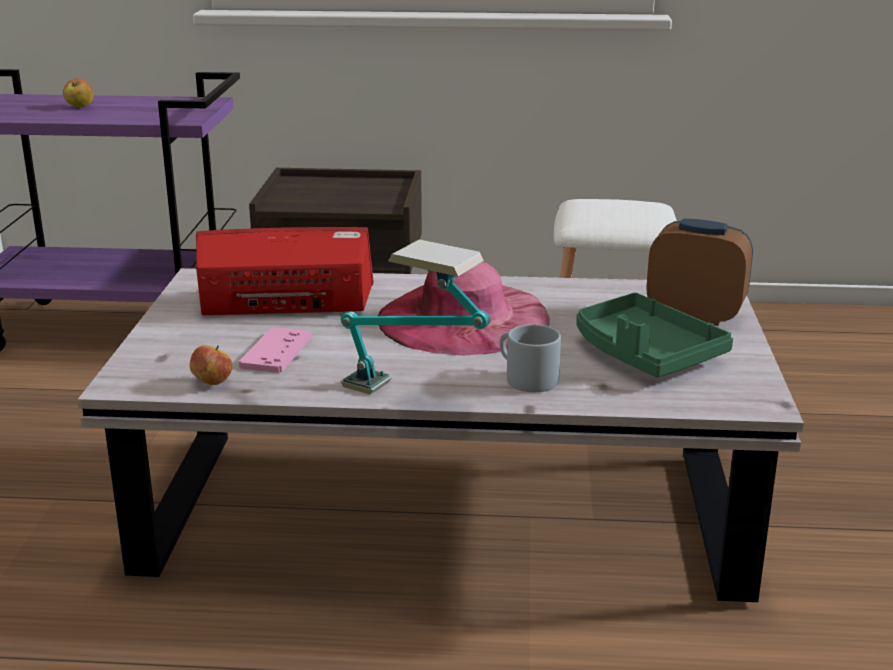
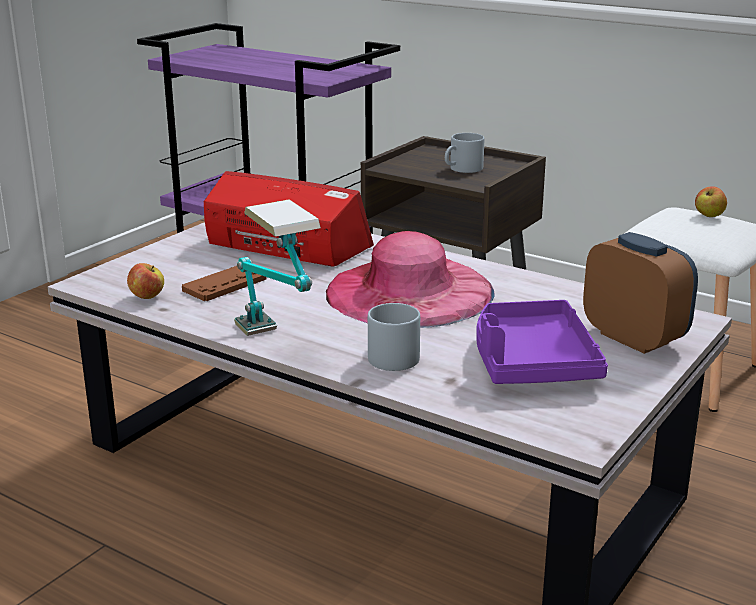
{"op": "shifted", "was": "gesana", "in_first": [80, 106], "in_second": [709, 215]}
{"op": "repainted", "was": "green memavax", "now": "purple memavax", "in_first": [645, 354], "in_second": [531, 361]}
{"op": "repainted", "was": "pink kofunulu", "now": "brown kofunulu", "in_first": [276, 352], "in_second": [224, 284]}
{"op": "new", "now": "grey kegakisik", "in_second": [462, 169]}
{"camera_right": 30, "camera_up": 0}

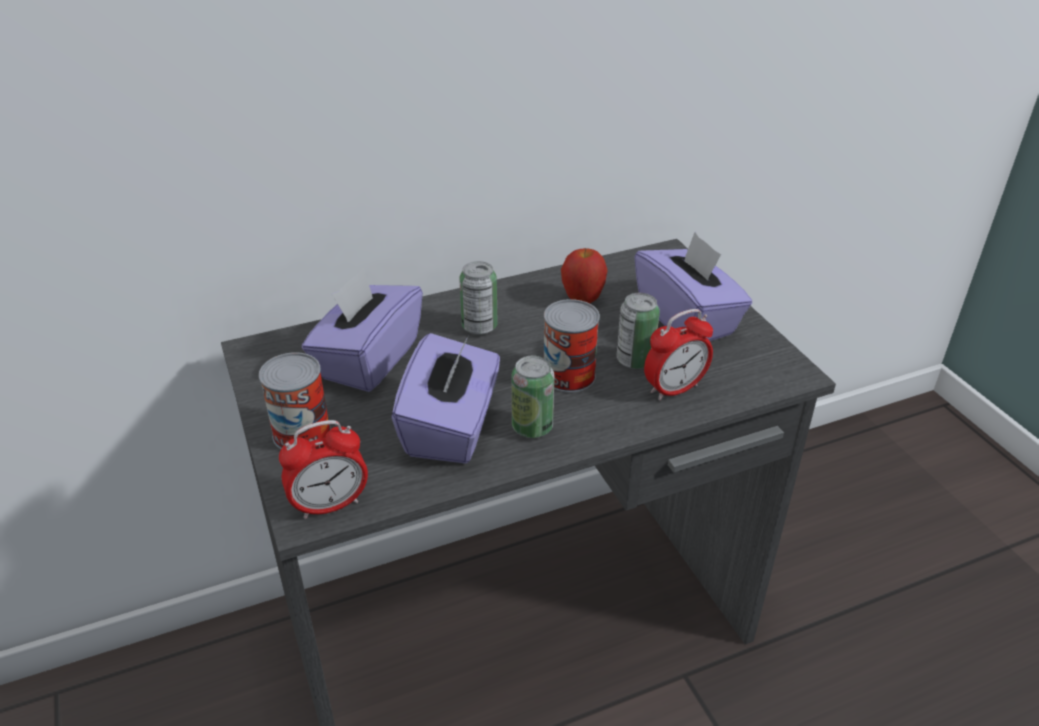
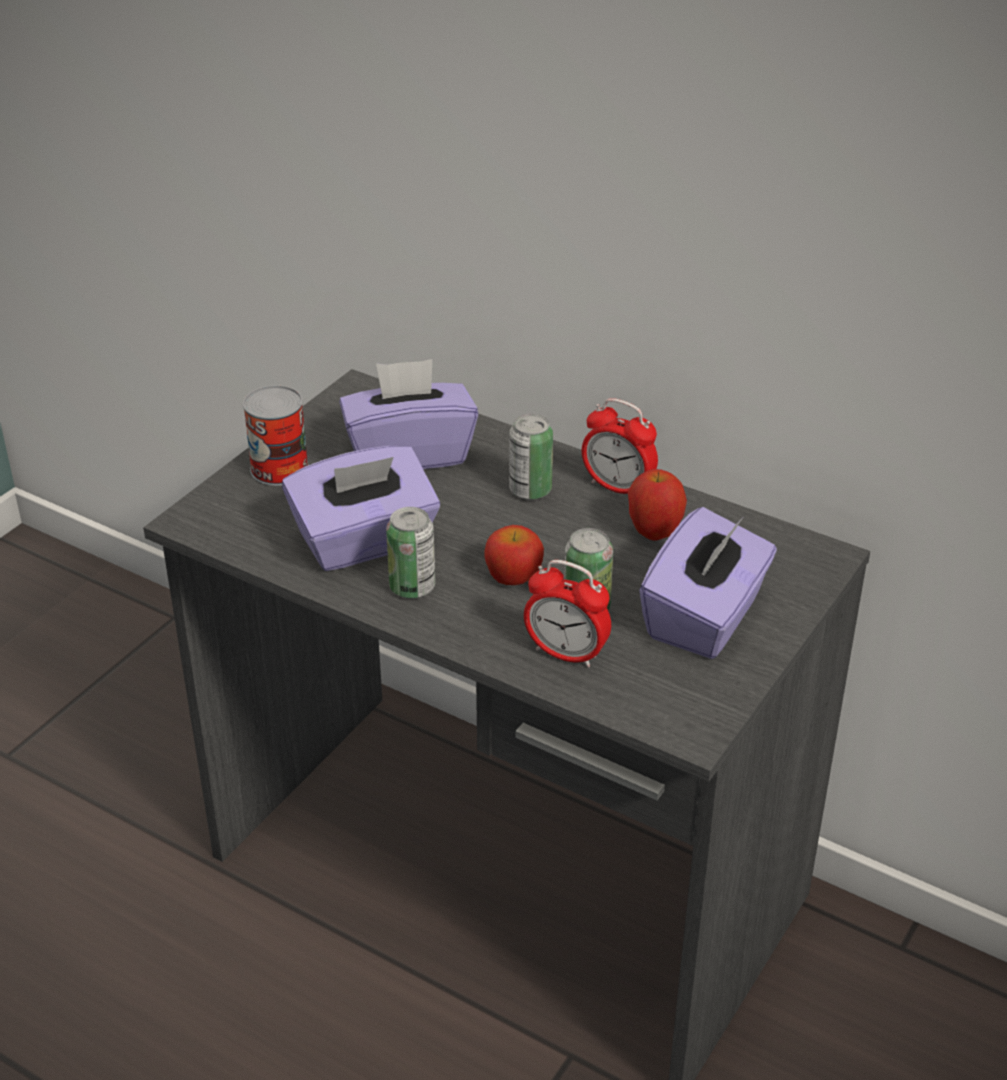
{"op": "swapped", "was": "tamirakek", "now": "gesana", "in_first": [569, 375], "in_second": [514, 577]}
{"op": "shifted", "was": "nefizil", "in_first": [330, 505], "in_second": [618, 487]}
{"camera_right": 55, "camera_up": 0}

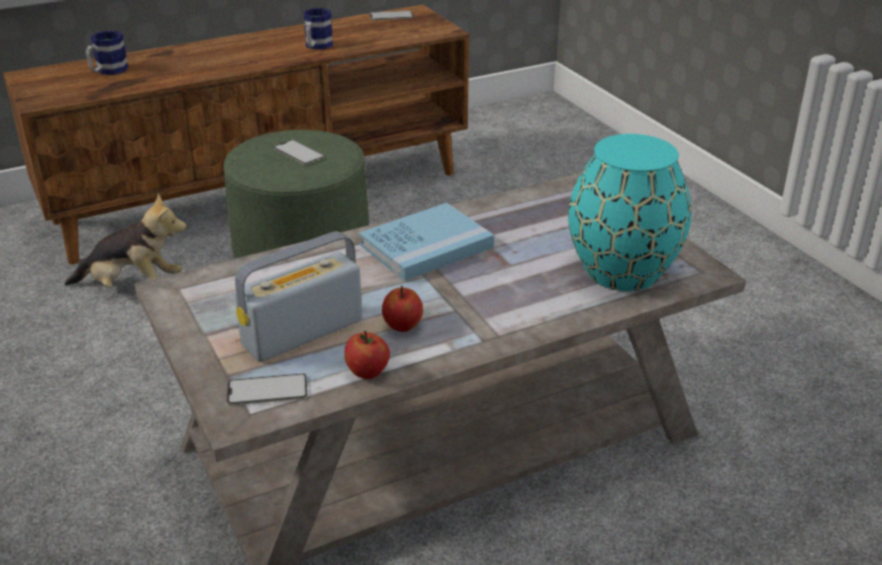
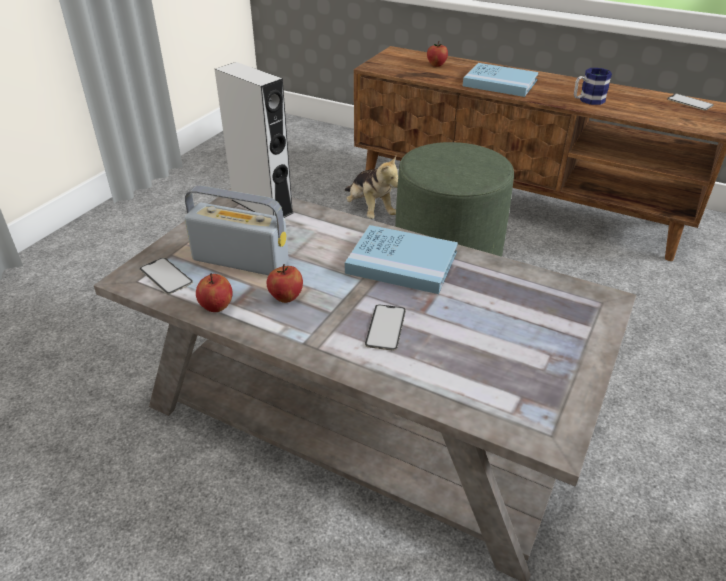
{"op": "swapped", "was": "kegakisik", "now": "gesana", "in_first": [107, 71], "in_second": [436, 65]}
{"op": "gone", "was": "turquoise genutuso", "in_first": [621, 272]}
{"op": "shifted", "was": "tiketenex", "in_first": [298, 153], "in_second": [385, 327]}
{"op": "new", "now": "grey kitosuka", "in_second": [262, 206]}
{"op": "new", "now": "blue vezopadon", "in_second": [500, 83]}
{"camera_right": 55, "camera_up": 5}

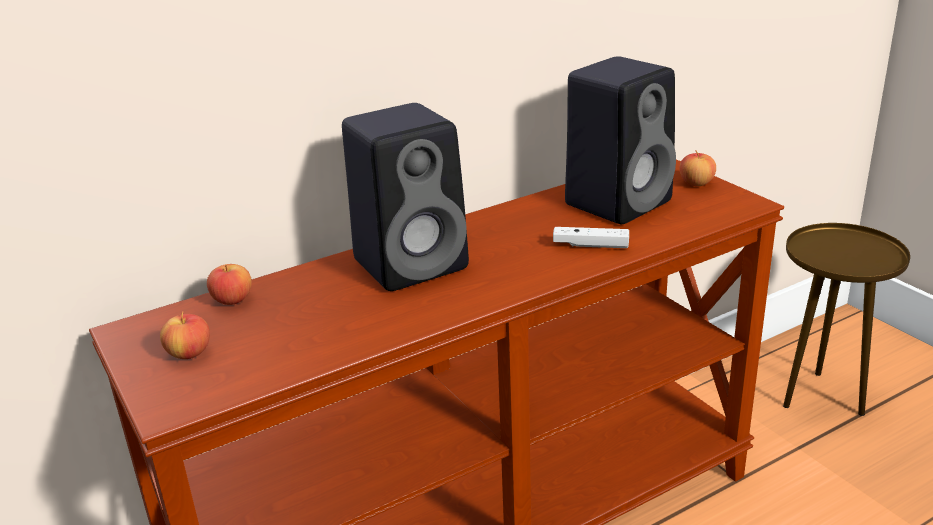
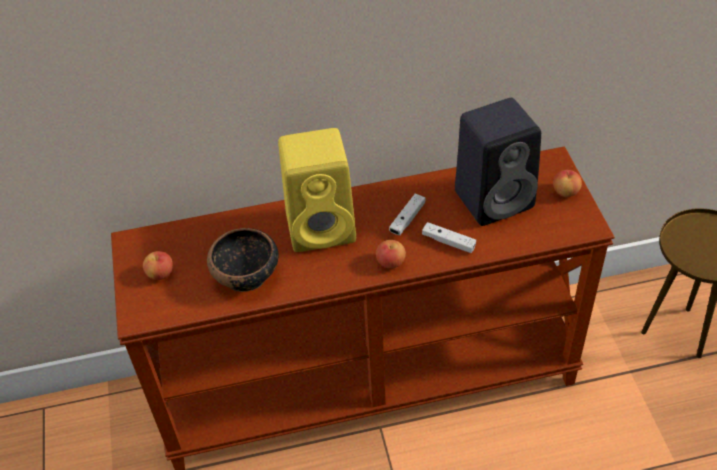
{"op": "repainted", "was": "black kitosuka", "now": "yellow kitosuka", "in_first": [413, 263], "in_second": [323, 226]}
{"op": "shifted", "was": "gesana", "in_first": [232, 300], "in_second": [390, 262]}
{"op": "new", "now": "white kofunulu", "in_second": [407, 219]}
{"op": "new", "now": "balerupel", "in_second": [246, 276]}
{"camera_right": 20, "camera_up": 20}

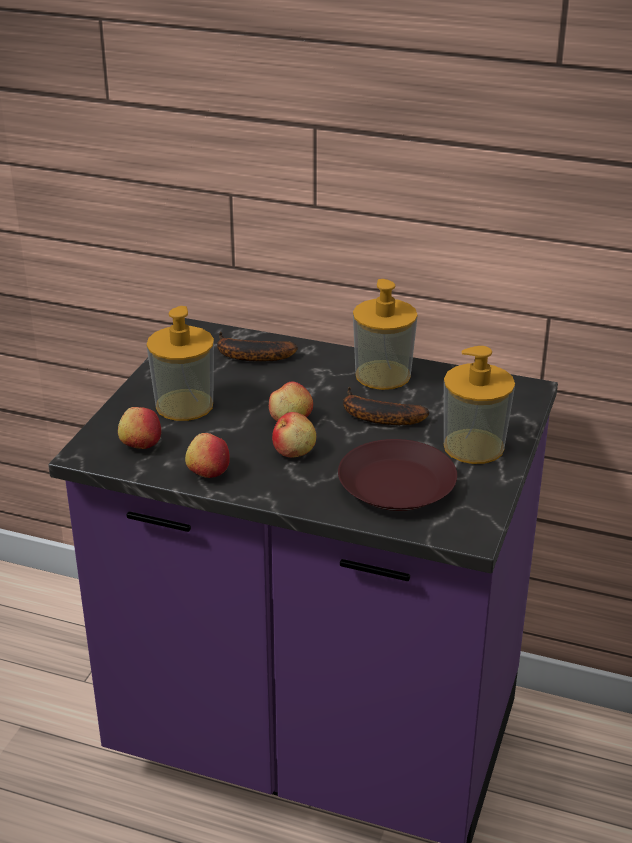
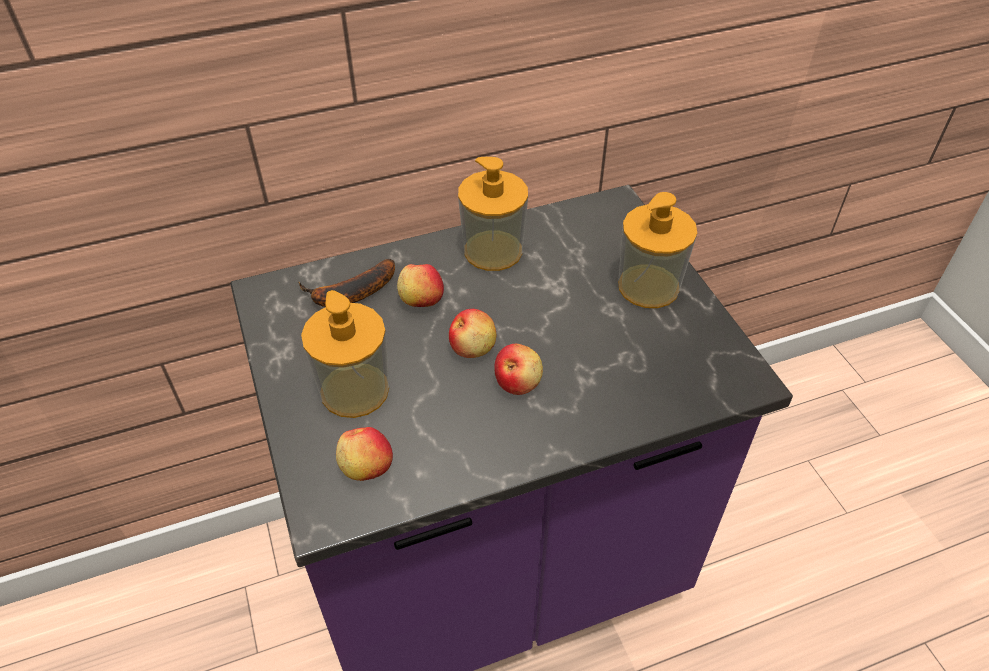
{"op": "gone", "was": "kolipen", "in_first": [375, 417]}
{"op": "shifted", "was": "gesana", "in_first": [208, 472], "in_second": [421, 299]}
{"op": "gone", "was": "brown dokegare", "in_first": [397, 484]}
{"camera_right": -40, "camera_up": 15}

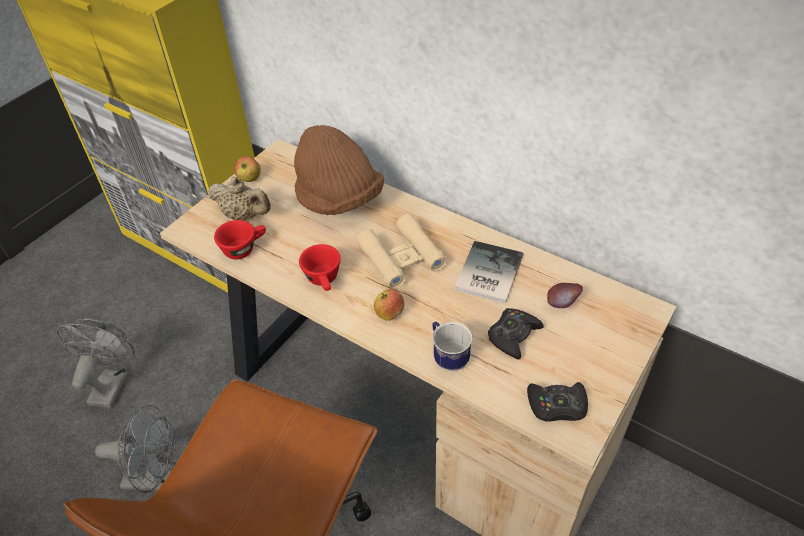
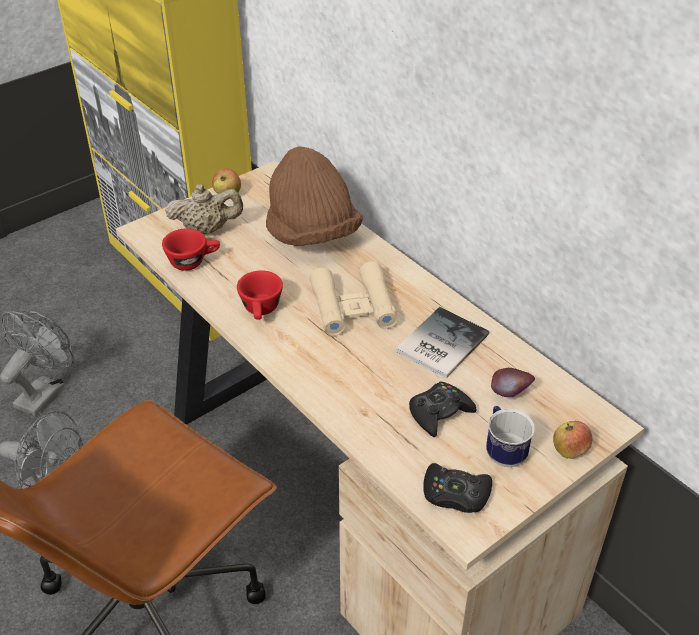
{"op": "rotated", "was": "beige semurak", "in_first": [244, 216], "in_second": [207, 230], "clockwise": -45}
{"op": "shifted", "was": "gesana", "in_first": [389, 314], "in_second": [569, 451]}
{"op": "shifted", "was": "kegakisik", "in_first": [448, 357], "in_second": [503, 451]}
{"camera_right": 15, "camera_up": -5}

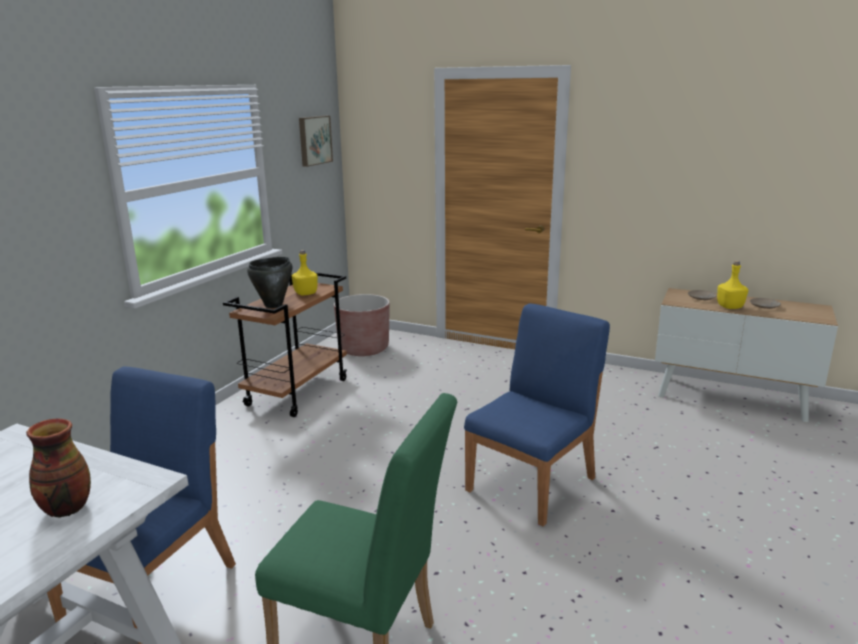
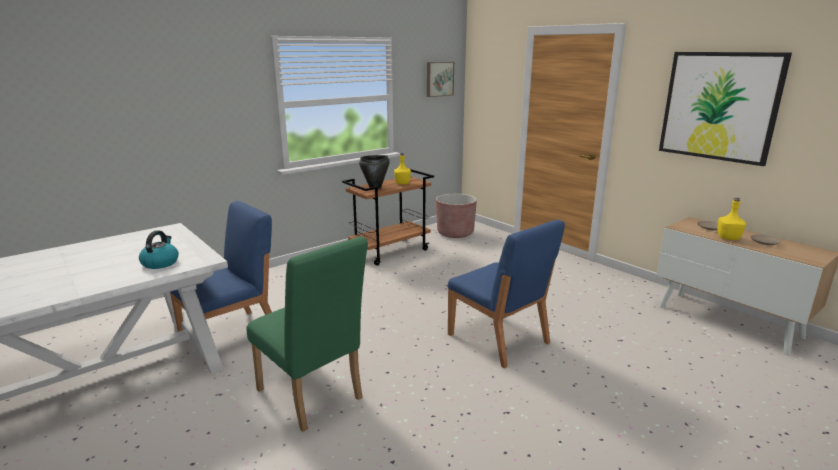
{"op": "rotated", "was": "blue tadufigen", "in_first": [532, 483], "in_second": [498, 339], "clockwise": 75}
{"op": "swapped", "was": "genutuso", "now": "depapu", "in_first": [65, 508], "in_second": [160, 263]}
{"op": "new", "now": "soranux", "in_second": [719, 106]}
{"camera_right": 25, "camera_up": 0}

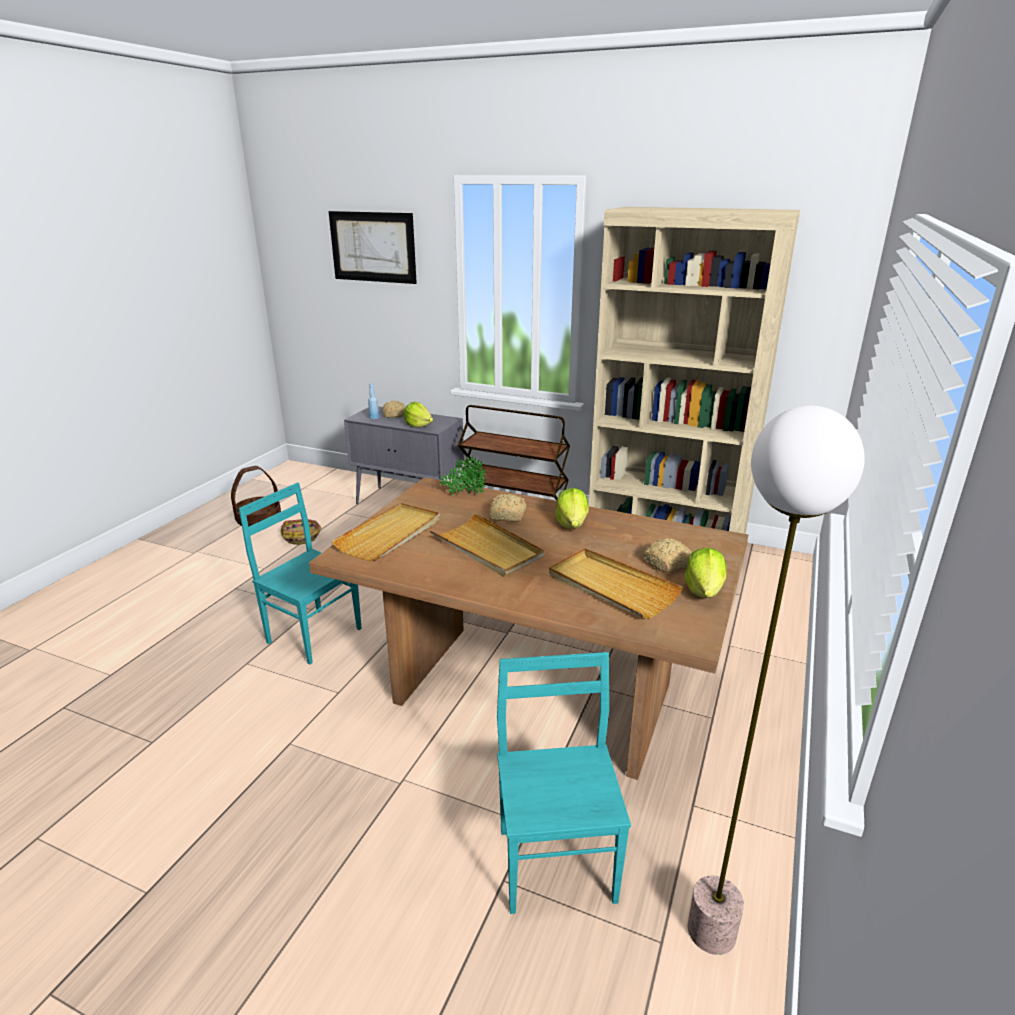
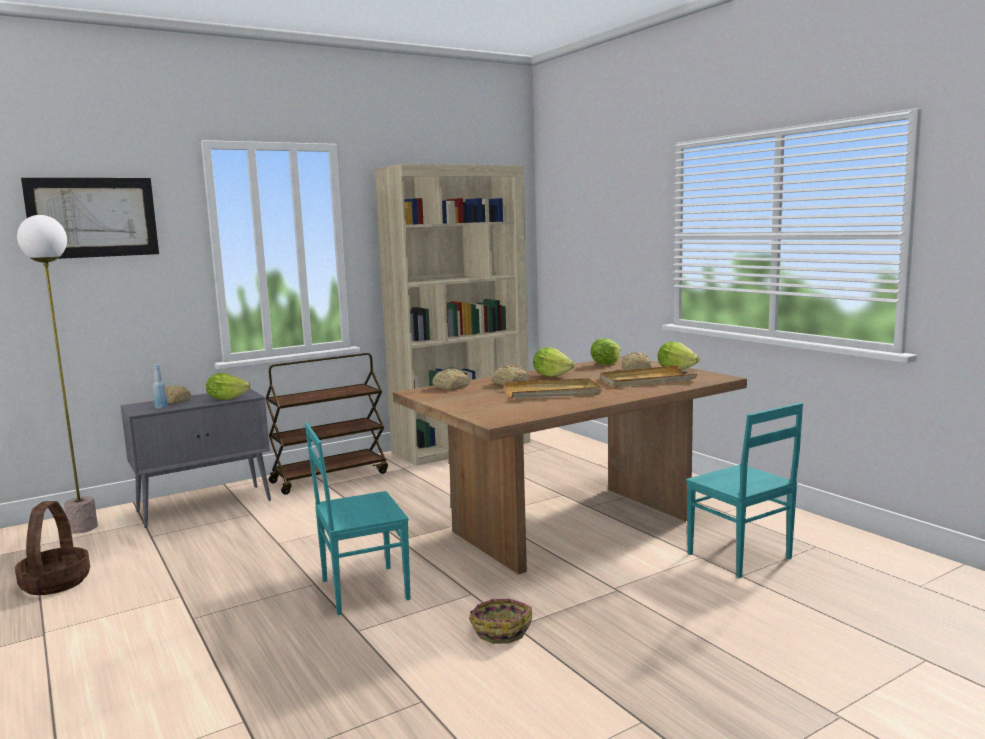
{"op": "shifted", "was": "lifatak", "in_first": [712, 932], "in_second": [83, 528]}
{"op": "swapped", "was": "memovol", "now": "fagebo", "in_first": [464, 494], "in_second": [451, 387]}
{"op": "gone", "was": "beige memavax", "in_first": [390, 535]}
{"op": "shifted", "was": "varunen", "in_first": [302, 537], "in_second": [500, 630]}
{"op": "rotated", "was": "turquoise tadufigen", "in_first": [558, 862], "in_second": [739, 557], "clockwise": -150}
{"op": "new", "now": "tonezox", "in_second": [605, 364]}
{"camera_right": -55, "camera_up": -15}

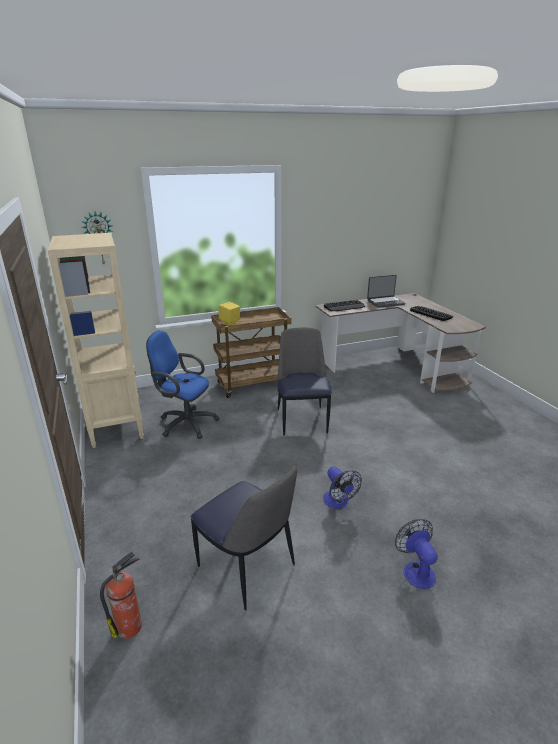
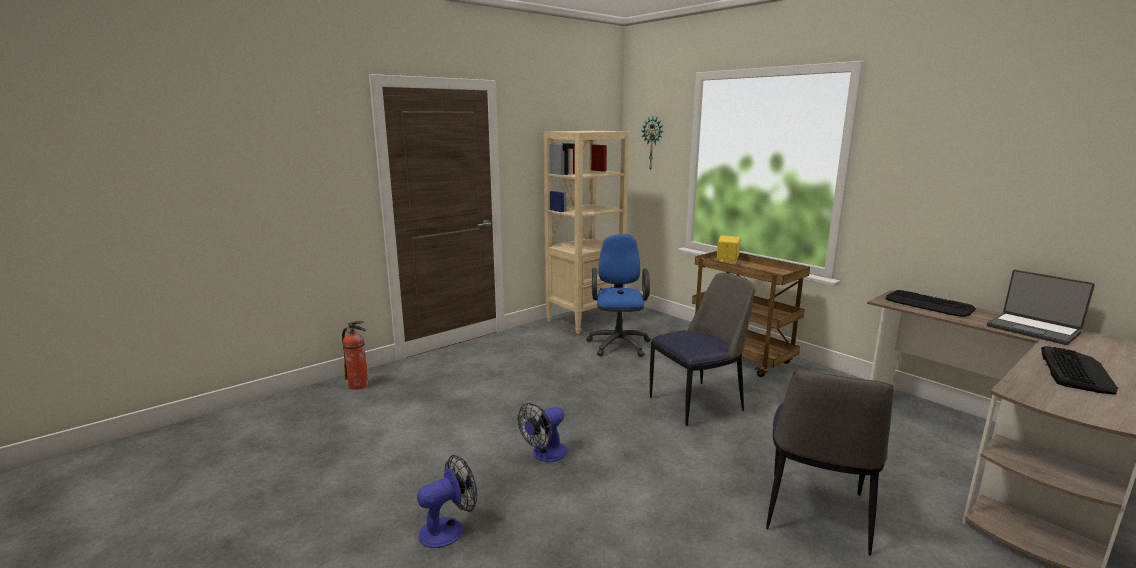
{"op": "shifted", "was": "tadufigen", "in_first": [248, 568], "in_second": [816, 514]}
{"camera_right": 70, "camera_up": -10}

